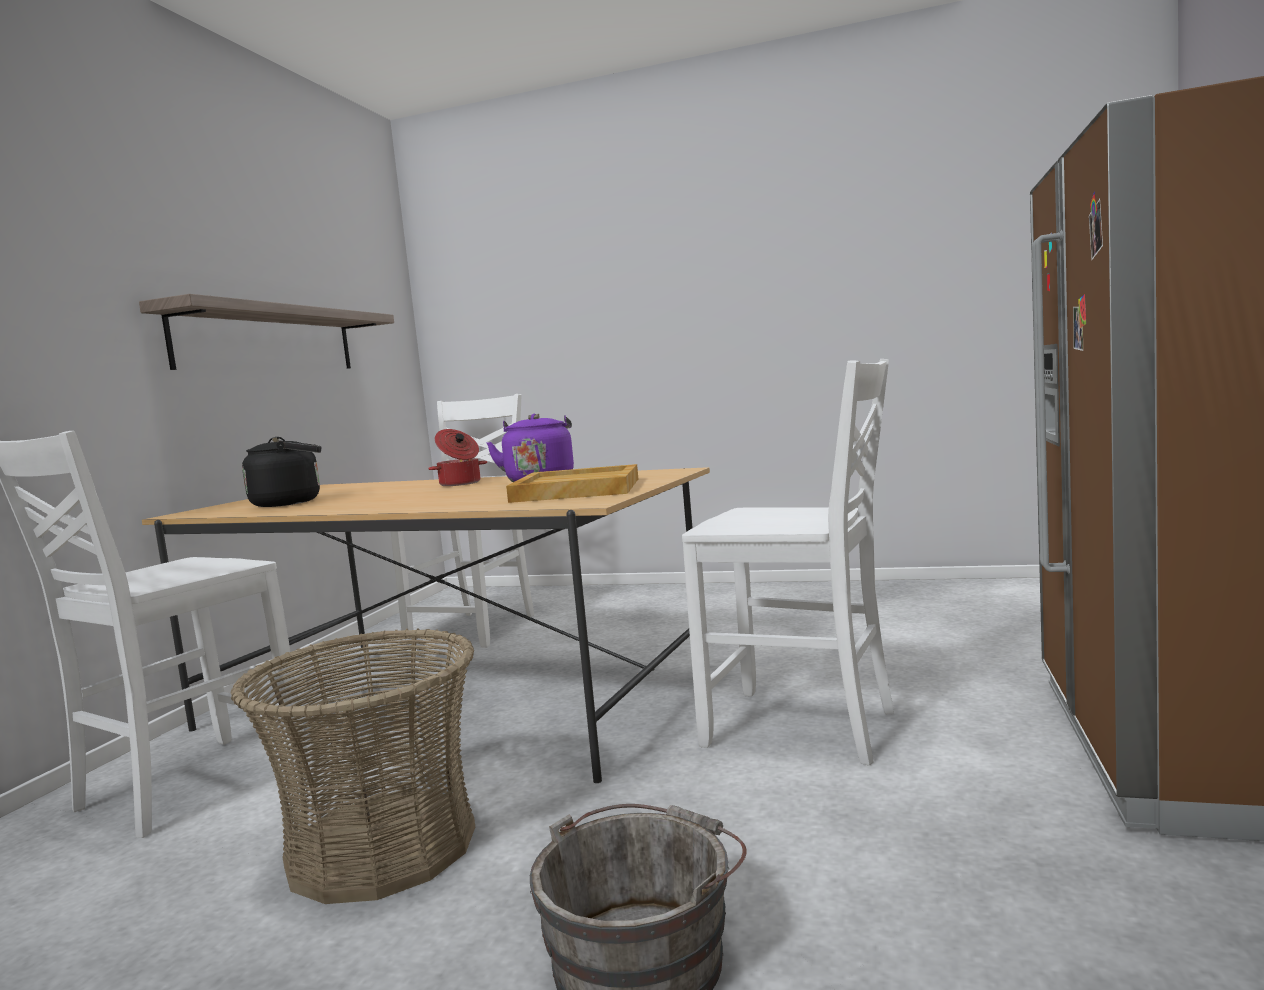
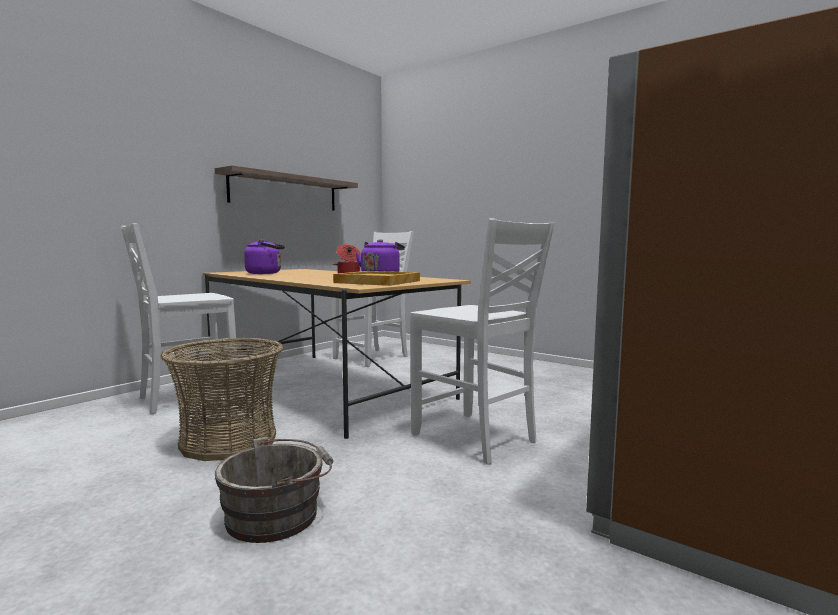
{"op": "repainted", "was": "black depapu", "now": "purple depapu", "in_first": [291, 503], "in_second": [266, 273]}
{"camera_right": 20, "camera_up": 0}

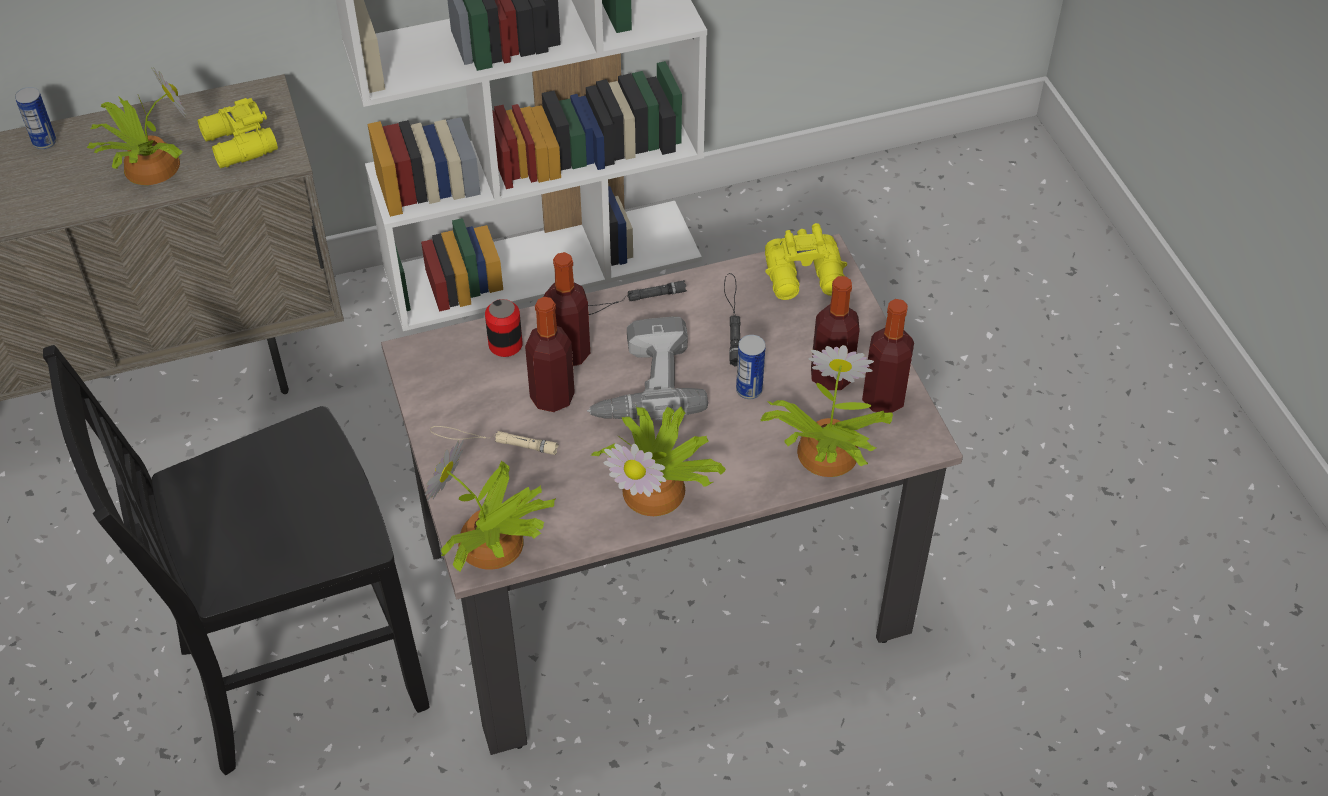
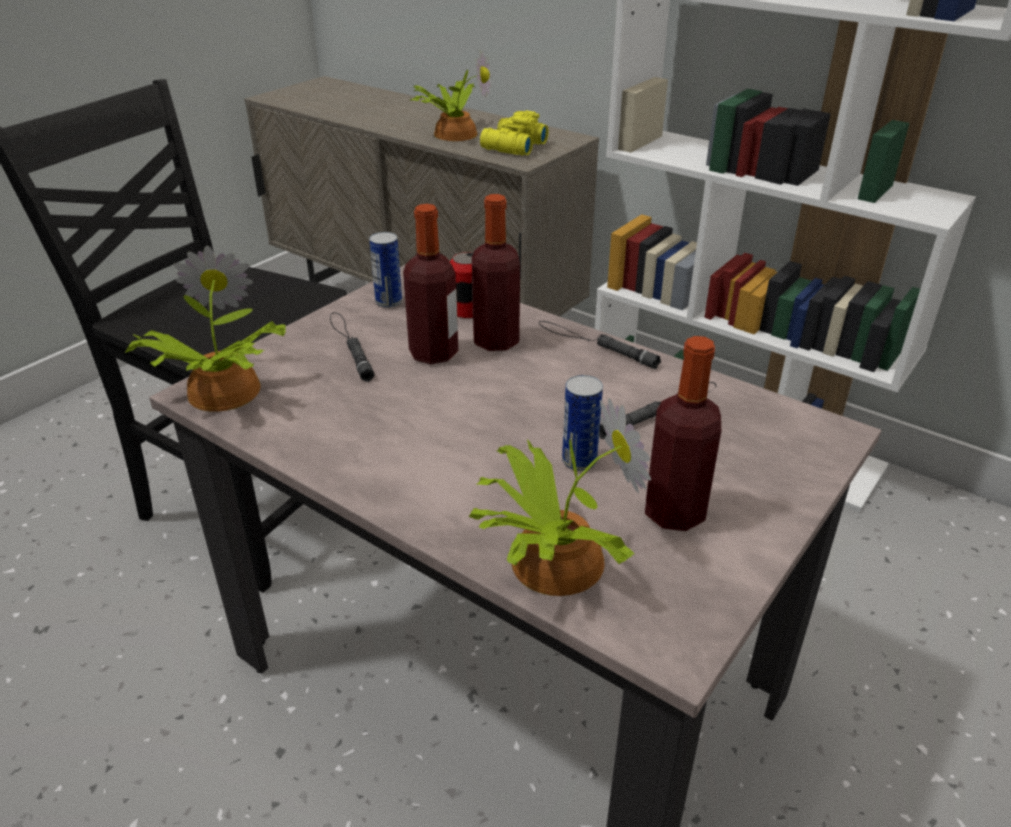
{"op": "shifted", "was": "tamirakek", "in_first": [44, 142], "in_second": [388, 302]}
{"op": "gone", "was": "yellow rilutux", "in_first": [806, 277]}
{"op": "gone", "was": "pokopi", "in_first": [883, 399]}
{"op": "gone", "was": "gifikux", "in_first": [642, 382]}
{"op": "gone", "was": "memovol", "in_first": [657, 488]}
{"op": "repainted", "was": "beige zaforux", "now": "black zaforux", "in_first": [493, 441], "in_second": [350, 345]}
{"camera_right": 55, "camera_up": -15}

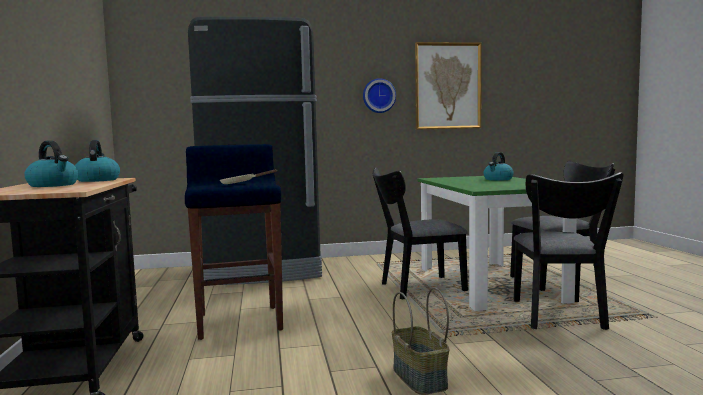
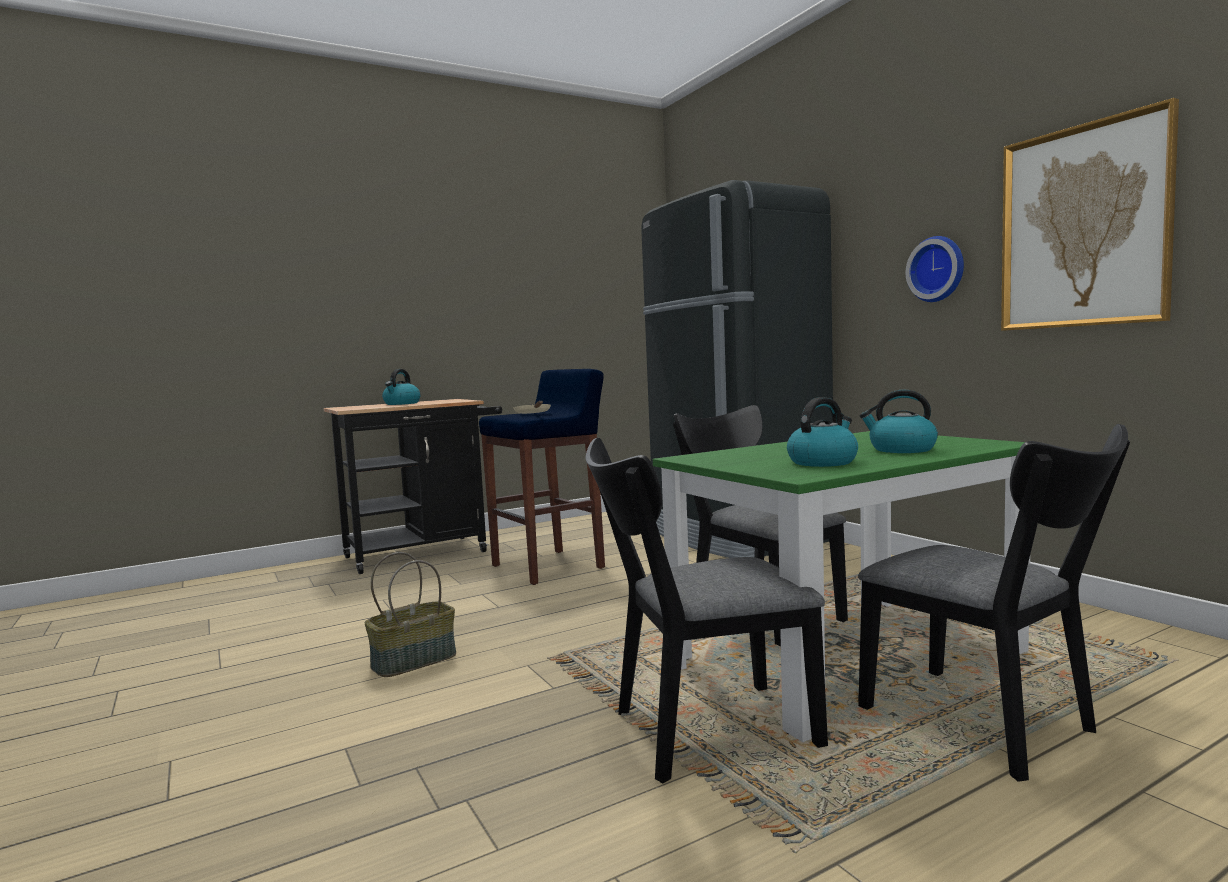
{"op": "shifted", "was": "depapu", "in_first": [97, 180], "in_second": [823, 462]}
{"camera_right": 70, "camera_up": 0}

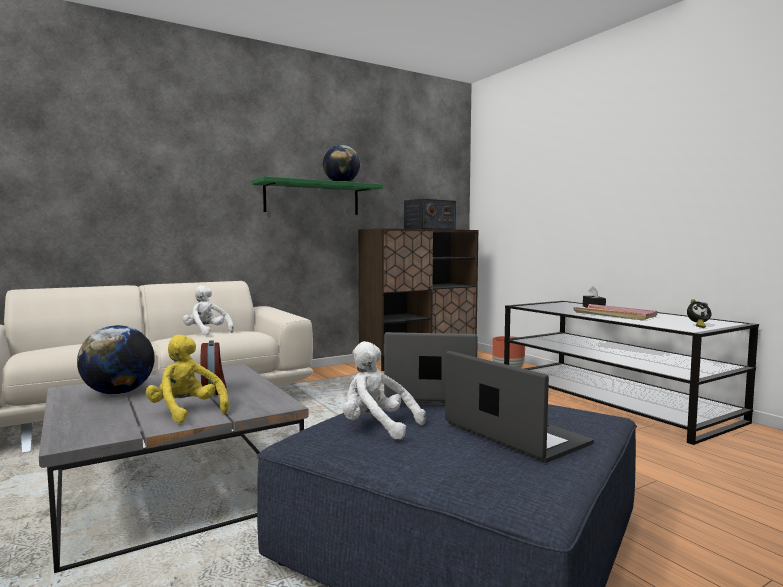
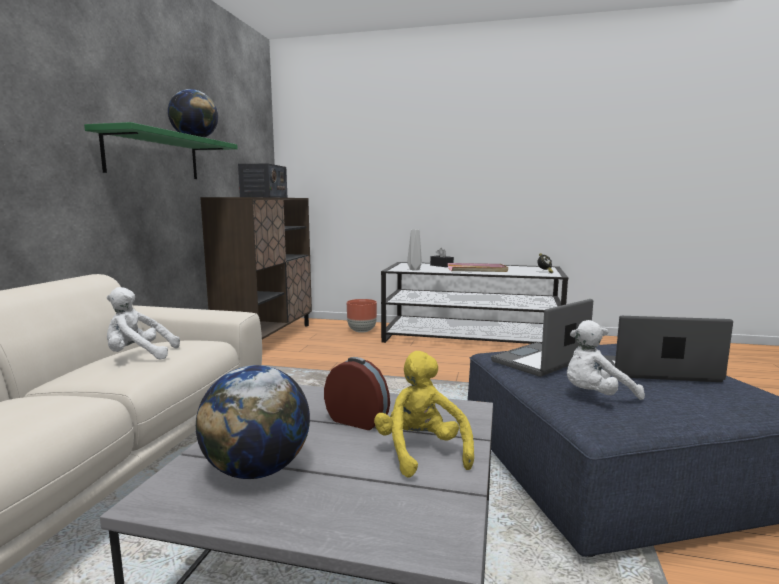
{"op": "rotated", "was": "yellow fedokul", "in_first": [186, 412], "in_second": [421, 452], "clockwise": 75}
{"op": "new", "now": "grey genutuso", "in_second": [415, 269]}
{"camera_right": -45, "camera_up": 5}

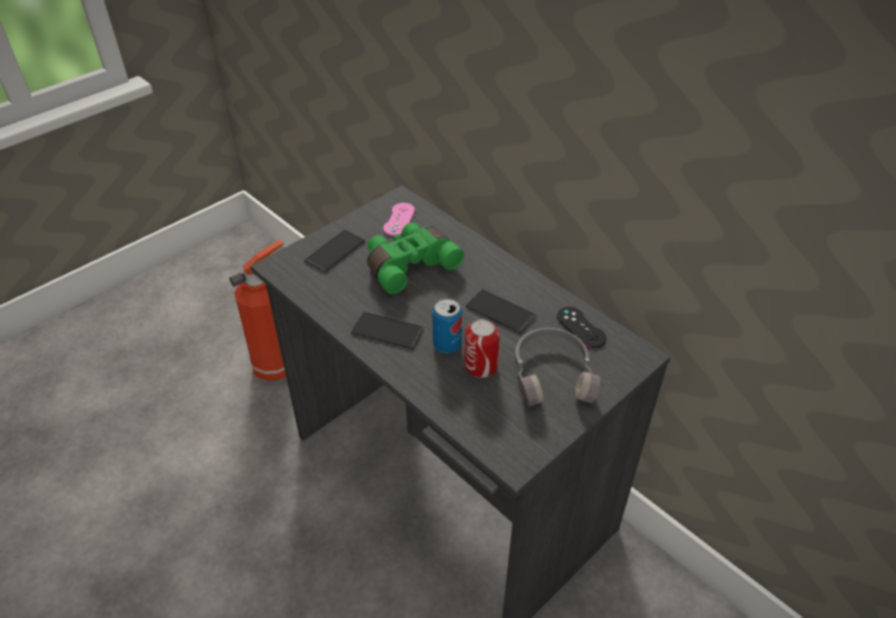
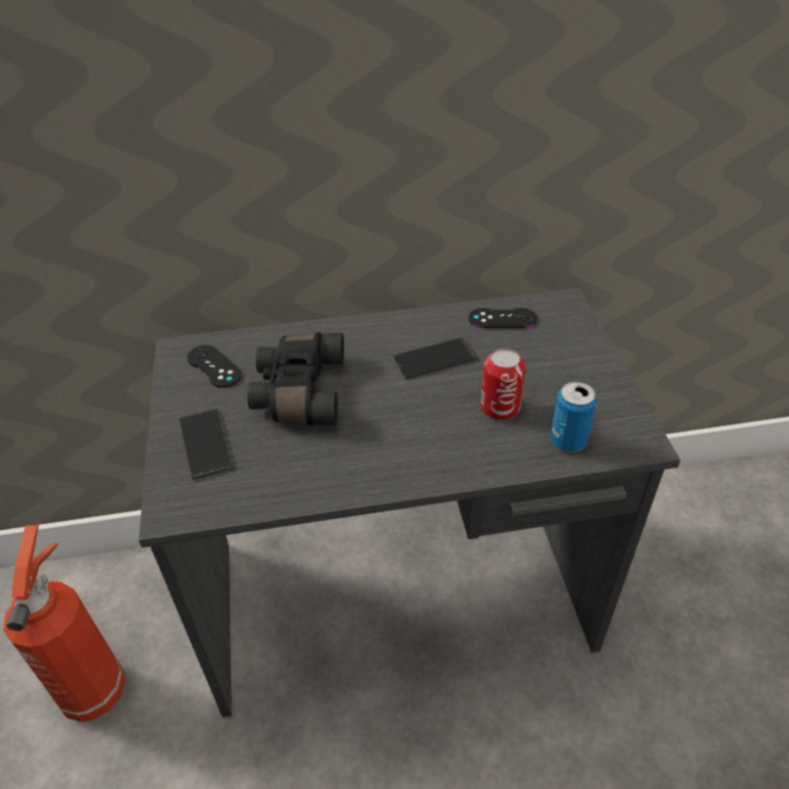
{"op": "repainted", "was": "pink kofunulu", "now": "black kofunulu", "in_first": [399, 219], "in_second": [214, 366]}
{"op": "repainted", "was": "green rilutux", "now": "black rilutux", "in_first": [409, 265], "in_second": [298, 392]}
{"op": "shifted", "was": "tamirakek", "in_first": [447, 345], "in_second": [568, 441]}
{"op": "gone", "was": "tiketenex", "in_first": [387, 331]}
{"op": "gone", "was": "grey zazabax", "in_first": [553, 374]}
{"camera_right": -55, "camera_up": 0}

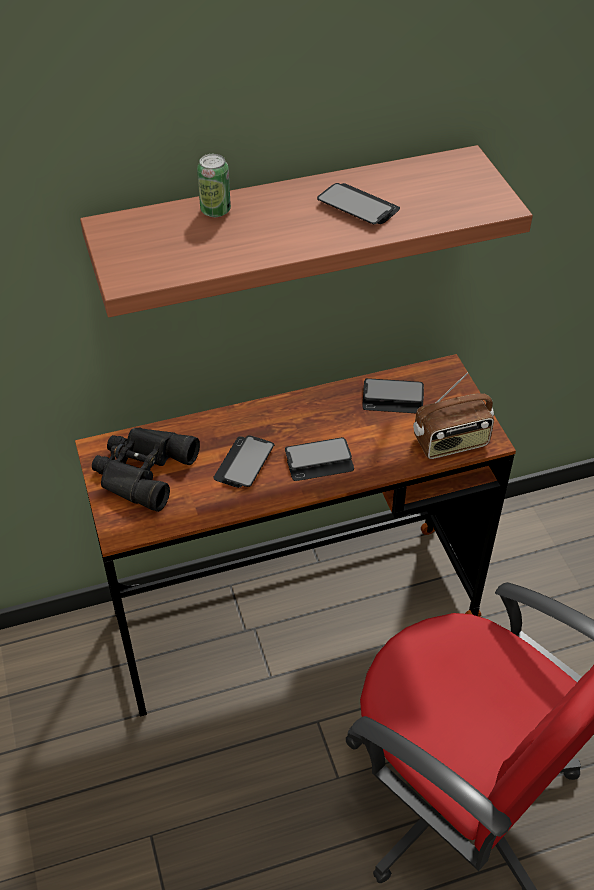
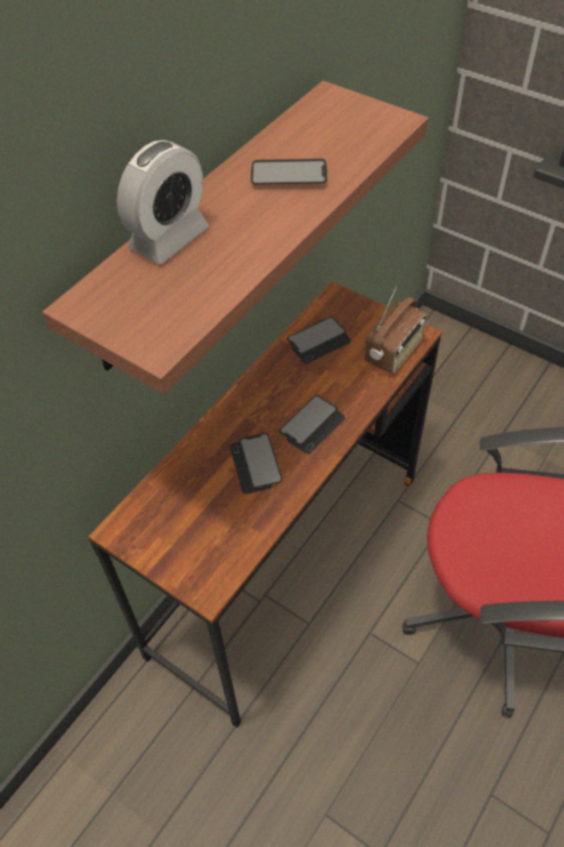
{"op": "swapped", "was": "tamirakek", "now": "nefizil", "in_first": [215, 210], "in_second": [169, 238]}
{"op": "gone", "was": "black rilutux", "in_first": [141, 471]}
{"camera_right": -35, "camera_up": 5}

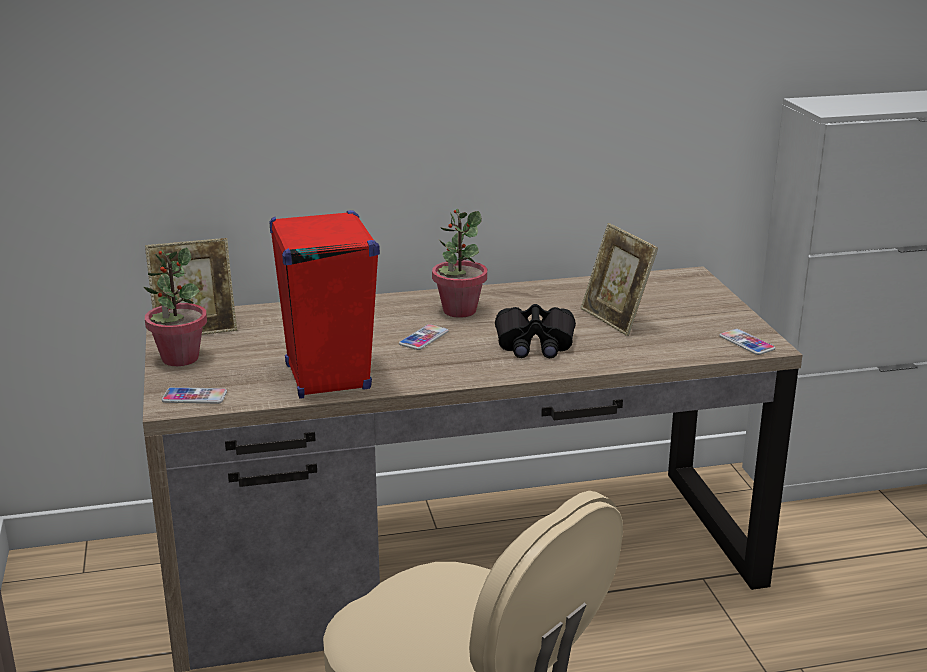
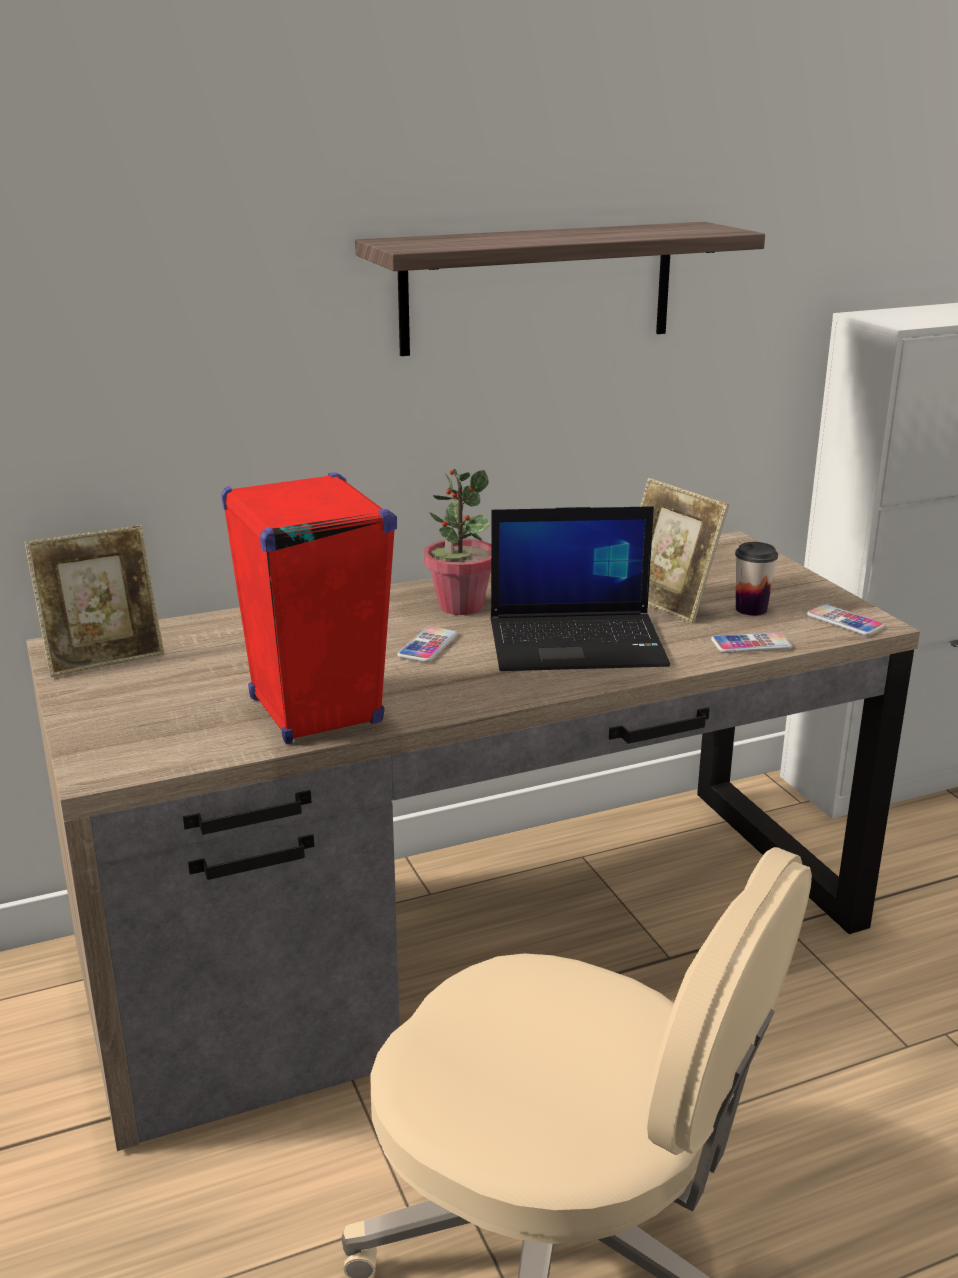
{"op": "gone", "was": "memovol", "in_first": [179, 358]}
{"op": "swapped", "was": "black rilutux", "now": "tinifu", "in_first": [534, 344], "in_second": [578, 643]}
{"op": "shifted", "was": "tiketenex", "in_first": [194, 397], "in_second": [751, 644]}
{"op": "new", "now": "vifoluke", "in_second": [538, 287]}
{"op": "new", "now": "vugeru", "in_second": [751, 609]}
{"camera_right": -10, "camera_up": 0}

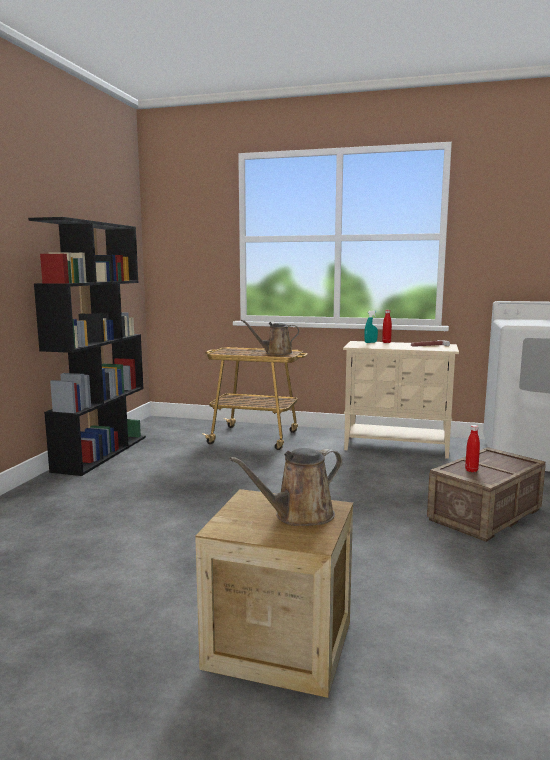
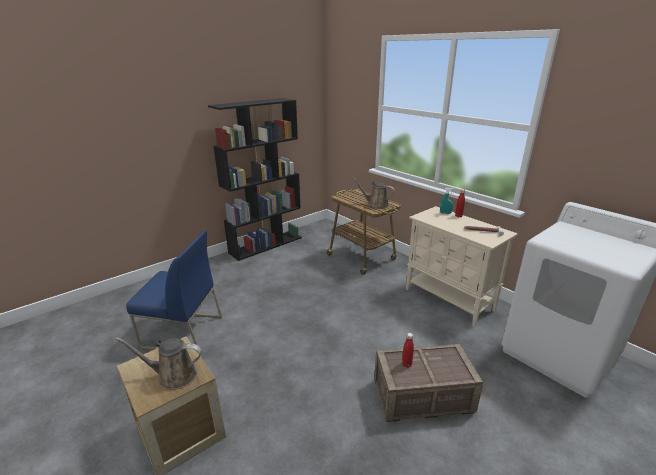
{"op": "new", "now": "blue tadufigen", "in_second": [182, 332]}
{"camera_right": 35, "camera_up": 15}

